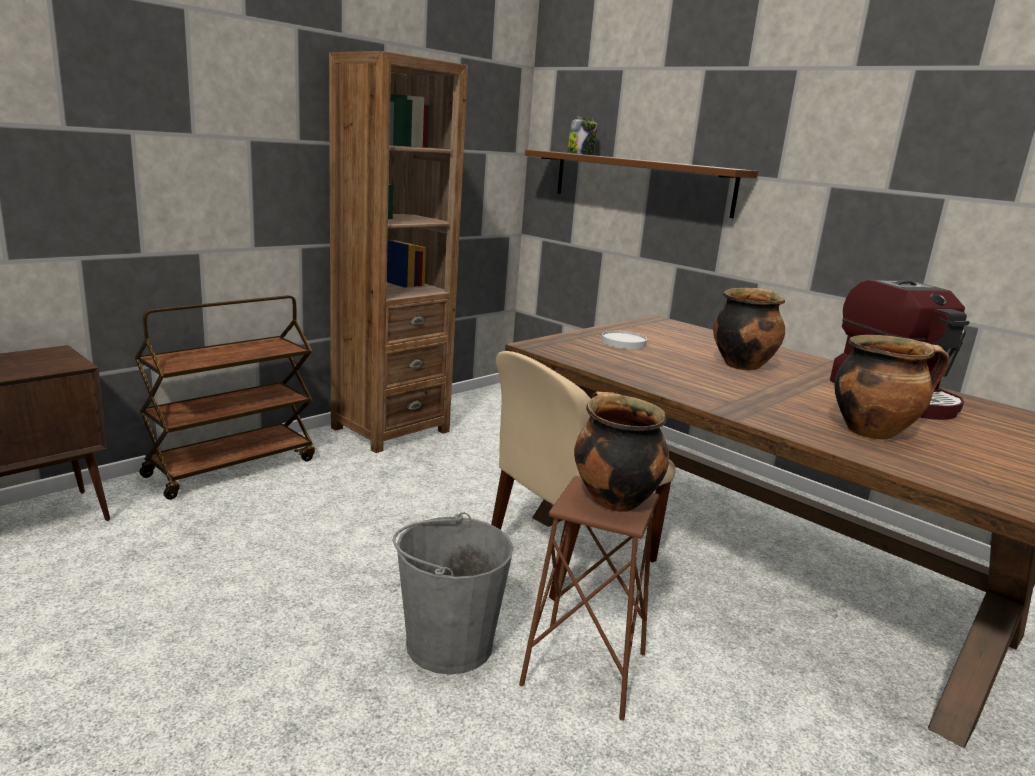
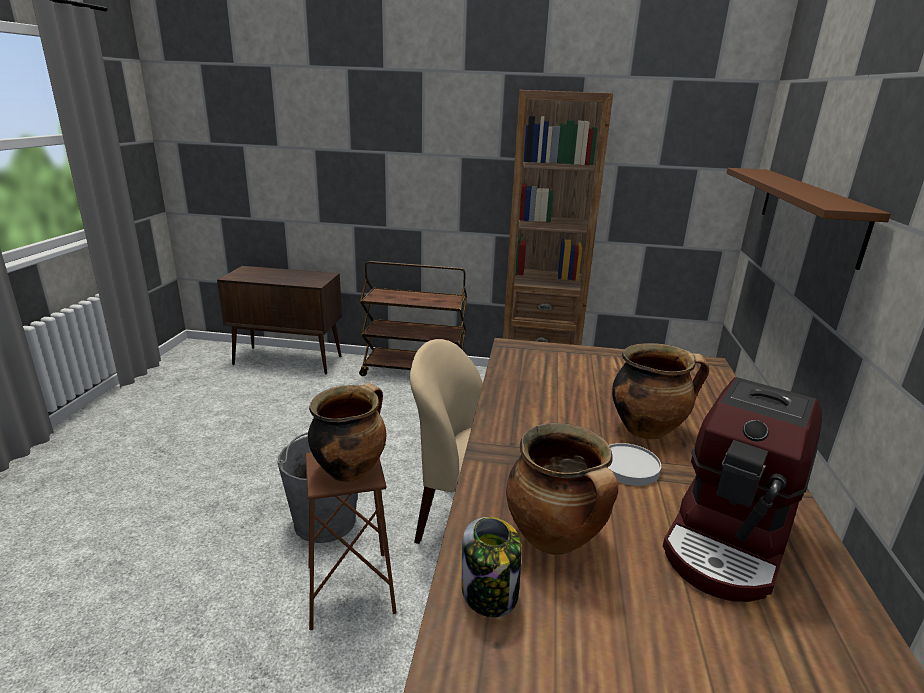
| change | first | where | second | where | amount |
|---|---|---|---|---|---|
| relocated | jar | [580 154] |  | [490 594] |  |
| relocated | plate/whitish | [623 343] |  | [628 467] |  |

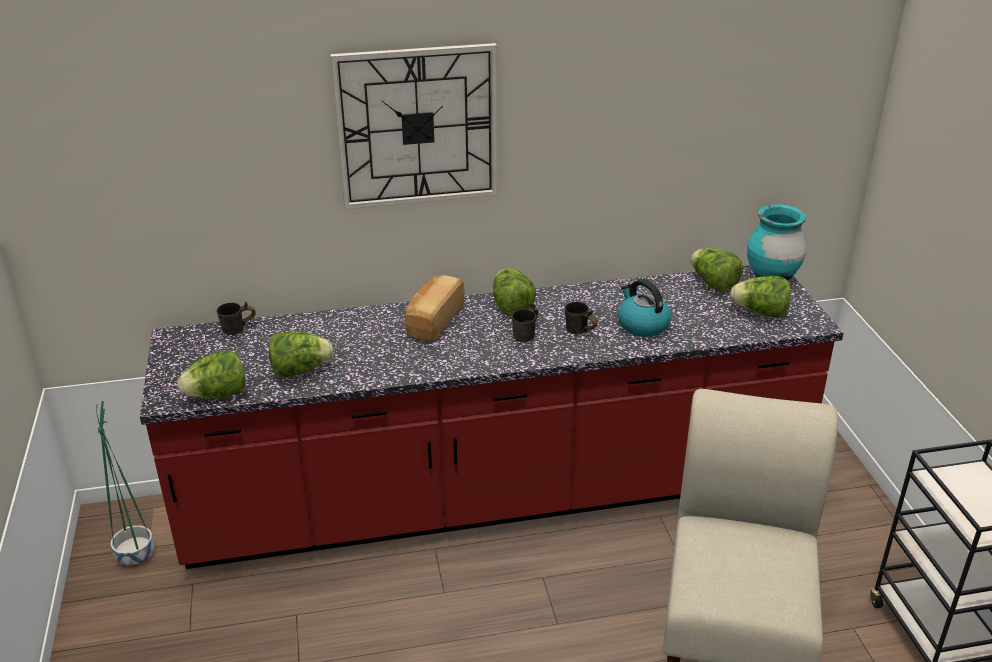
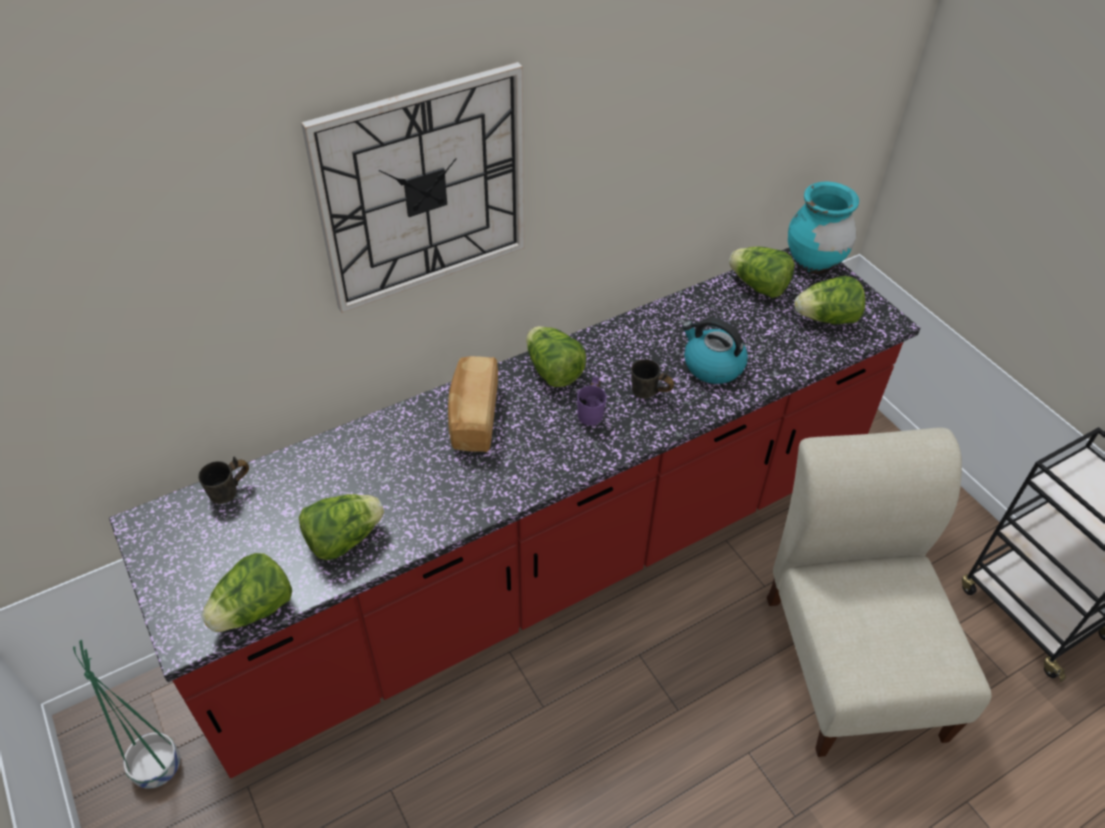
| change | first | where | second | where | amount |
|---|---|---|---|---|---|
| colour | mug/grey | [528 336] | mug/purplish | [594 413] |  |

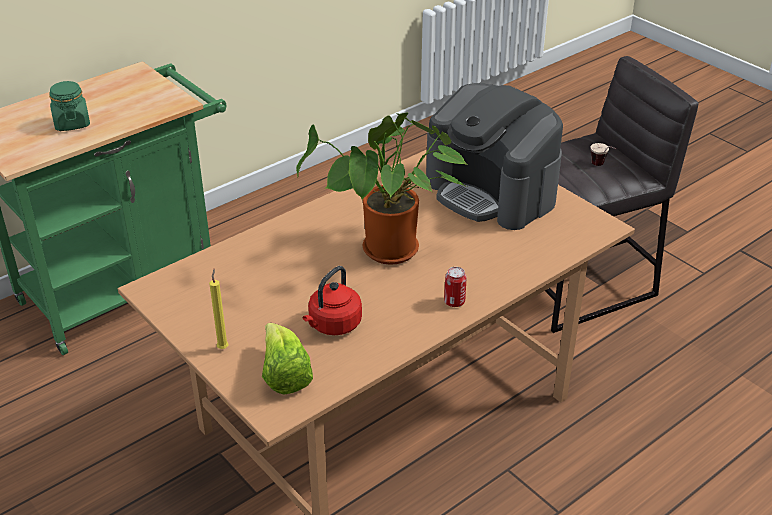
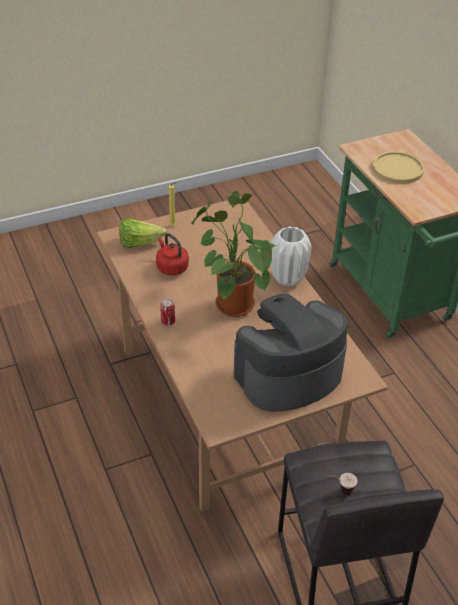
| change | first | where | second | where | amount |
|---|---|---|---|---|---|
| appeared |  |  | decorative vase/whitish | [287 279] |  |
| exchanged | jar/greenish | [72 123] | plate/yellow | [397 169] |  |

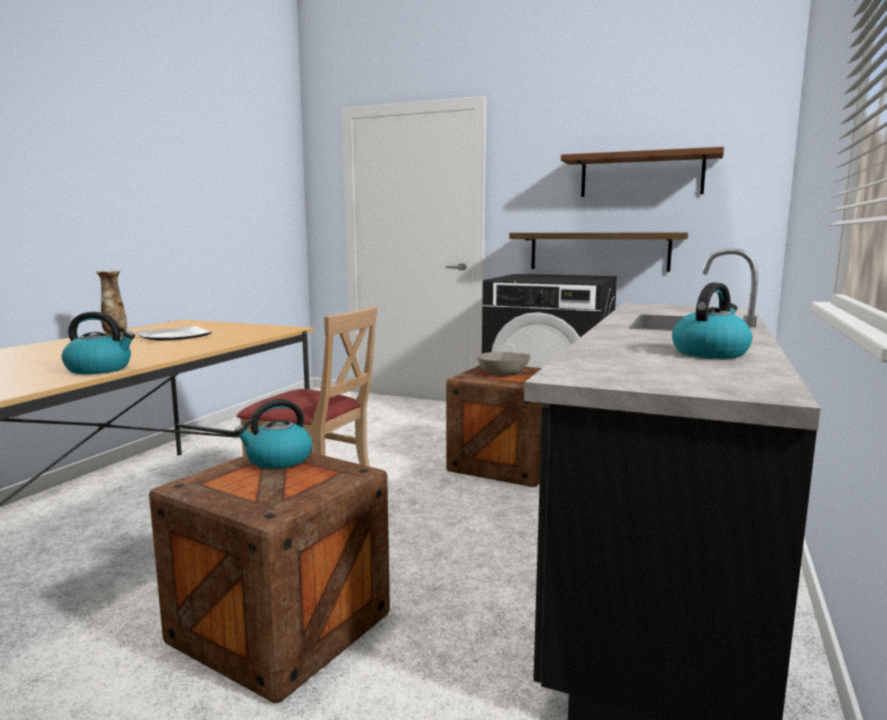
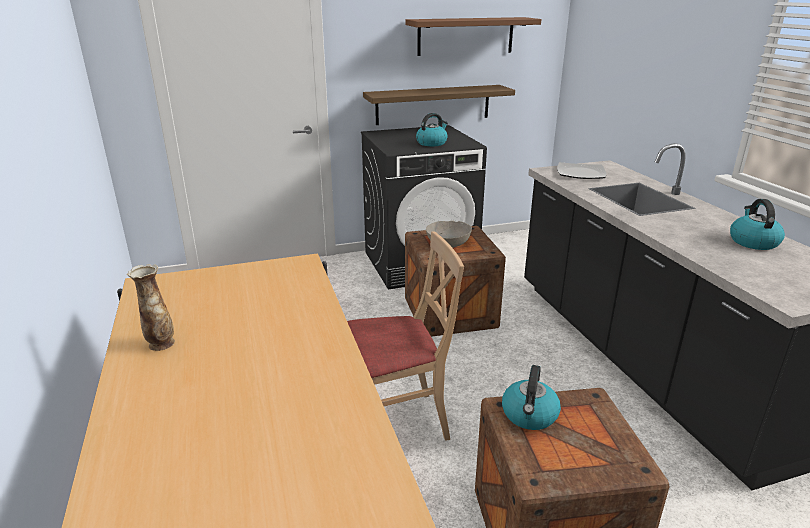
| change | first | where | second | where | amount |
|---|---|---|---|---|---|
| relocated | water kettle | [100 369] |  | [432 143] |  |
| relocated | plate | [175 336] |  | [580 173] |  |

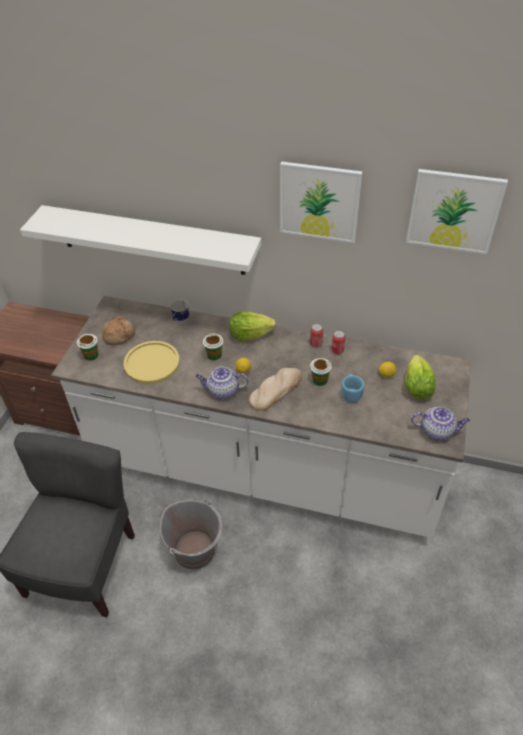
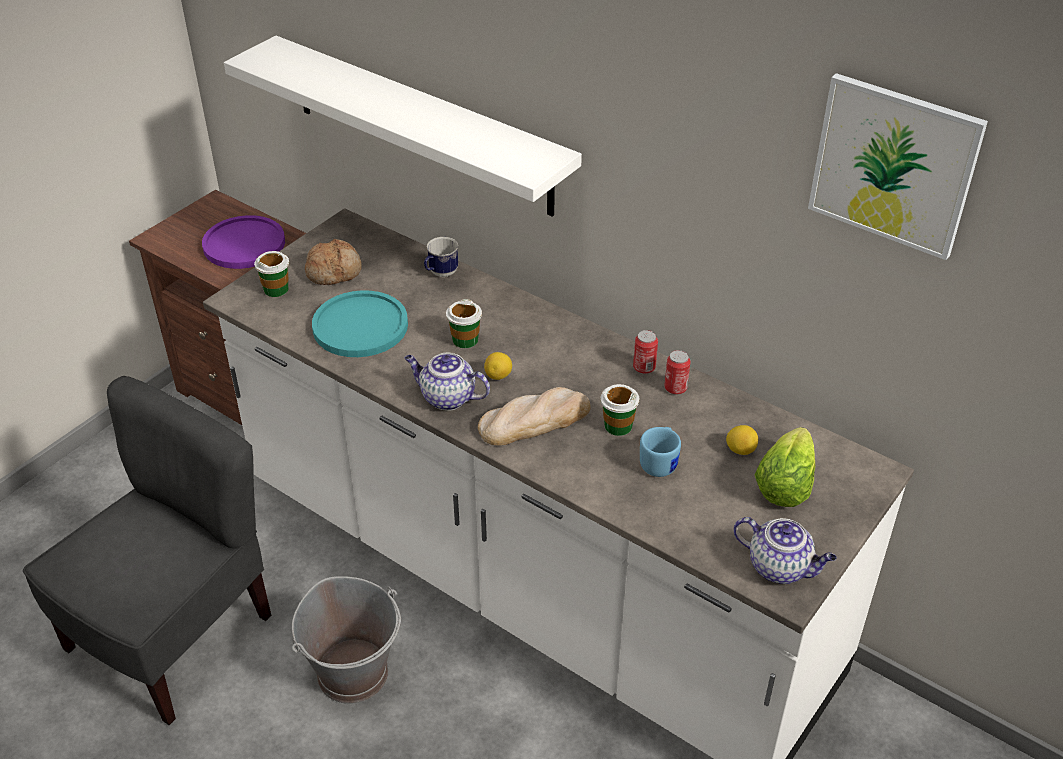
| change | first | where | second | where | amount |
|---|---|---|---|---|---|
| missing | lettuce | [250 335] |  |  |  |
| missing | wall art | [319 202] |  |  |  |
| appeared |  |  | plate/purplish | [244 244] |  |
| colour | plate/yellow | [152 363] | plate/turquoise-coloured | [360 326] |  |

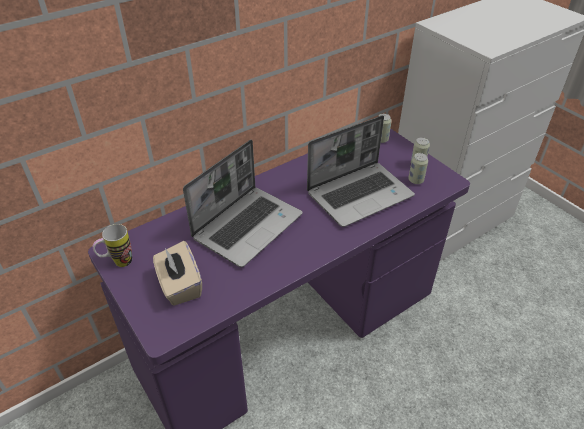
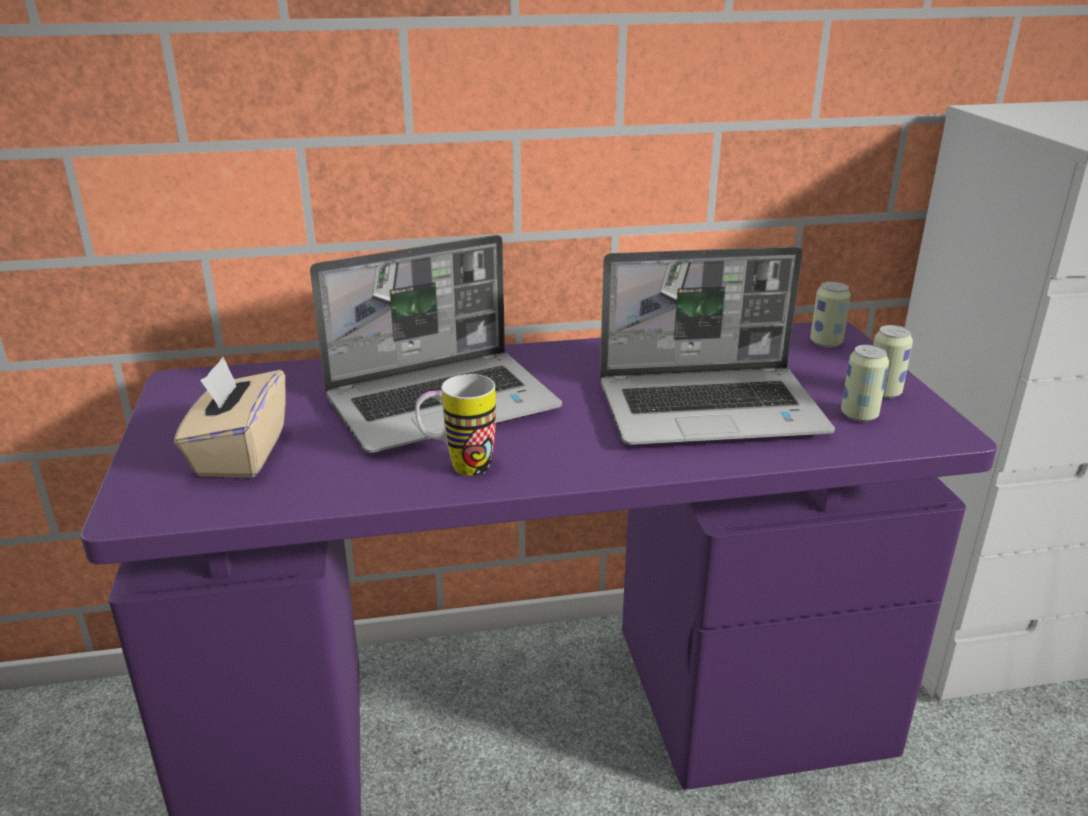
| change | first | where | second | where | amount |
|---|---|---|---|---|---|
| relocated | mug | [117 263] |  | [458 467] |  |

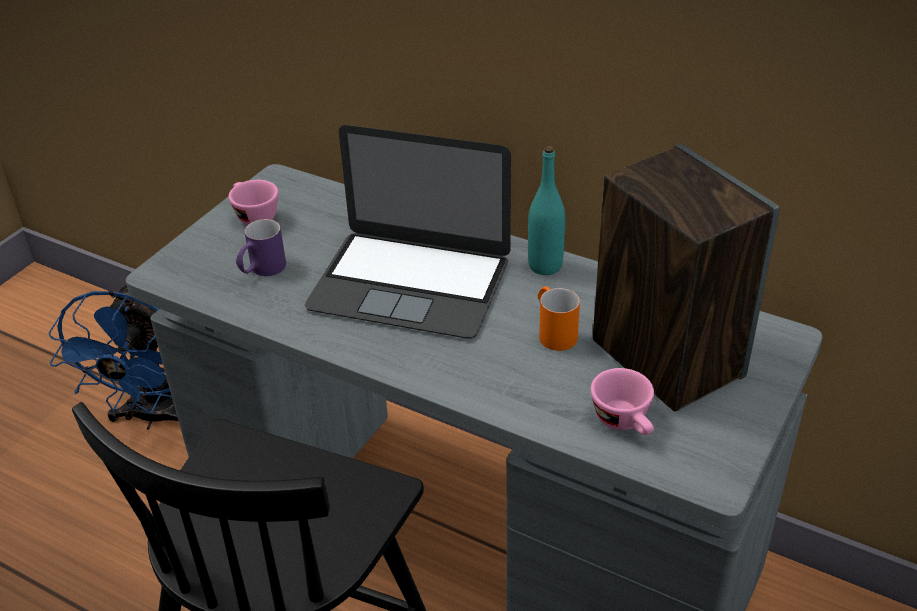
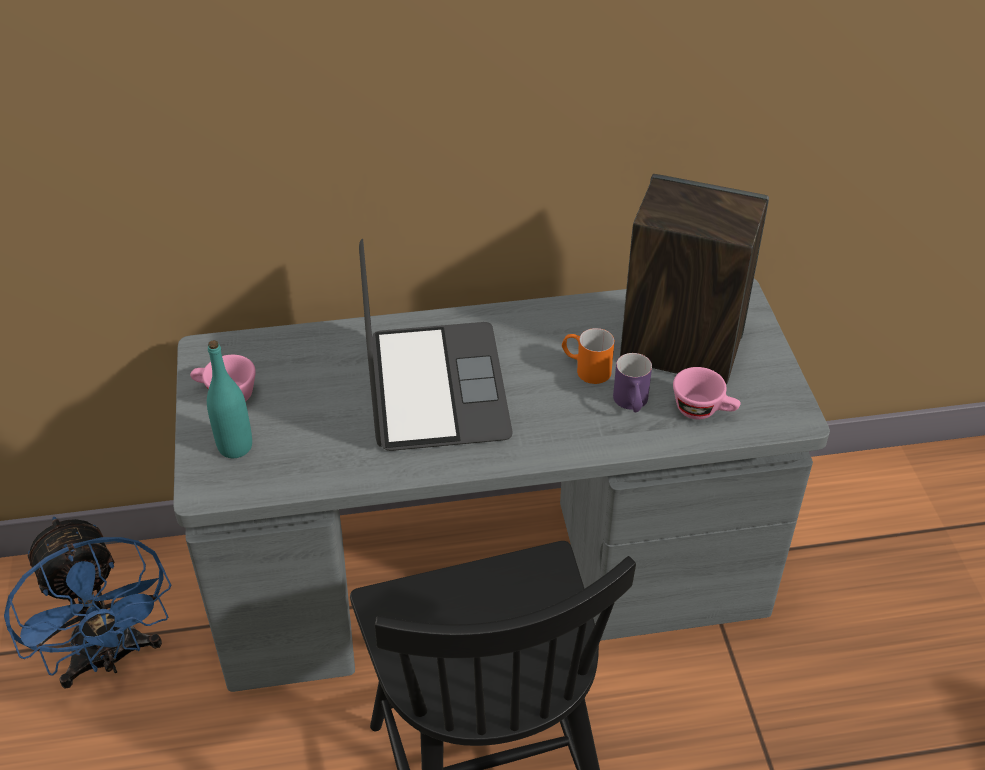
| change | first | where | second | where | amount |
|---|---|---|---|---|---|
| relocated | mug/purplish | [262 270] |  | [631 404] |  |
| relocated | bottle/turquoise-coloured | [545 266] |  | [235 447] |  |
| spun | portable computer | [410 283] |  | [435 386] | 75 degrees counterclockwise |

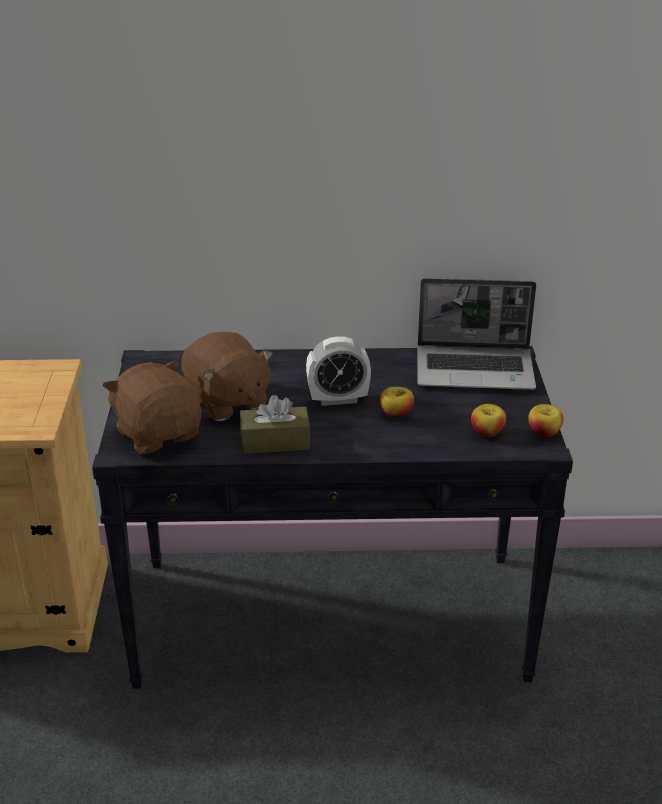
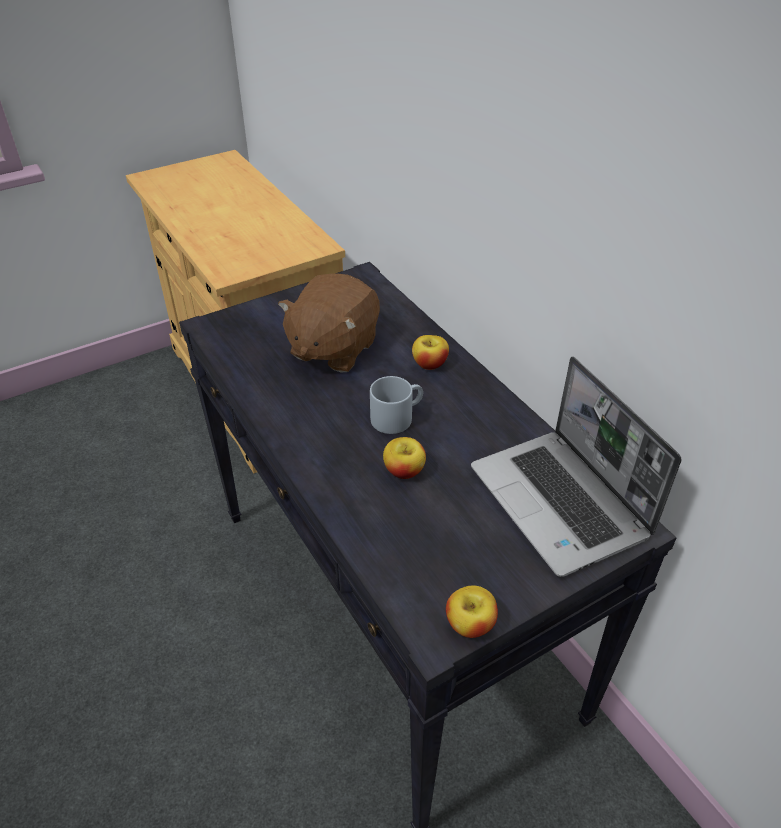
| change | first | where | second | where | amount |
|---|---|---|---|---|---|
| missing | soft toy/brownish | [158 434] |  |  |  |
| missing | tissue box/brownish | [275 442] |  |  |  |
| relocated | whole apple | [487 432] |  | [429 364] |  |
| exchanged | bedside clock | [338 399] | mug/grey | [397 416] |  |

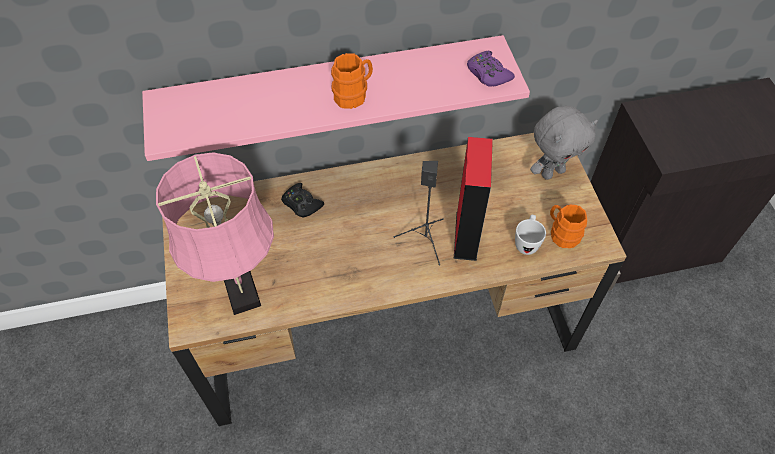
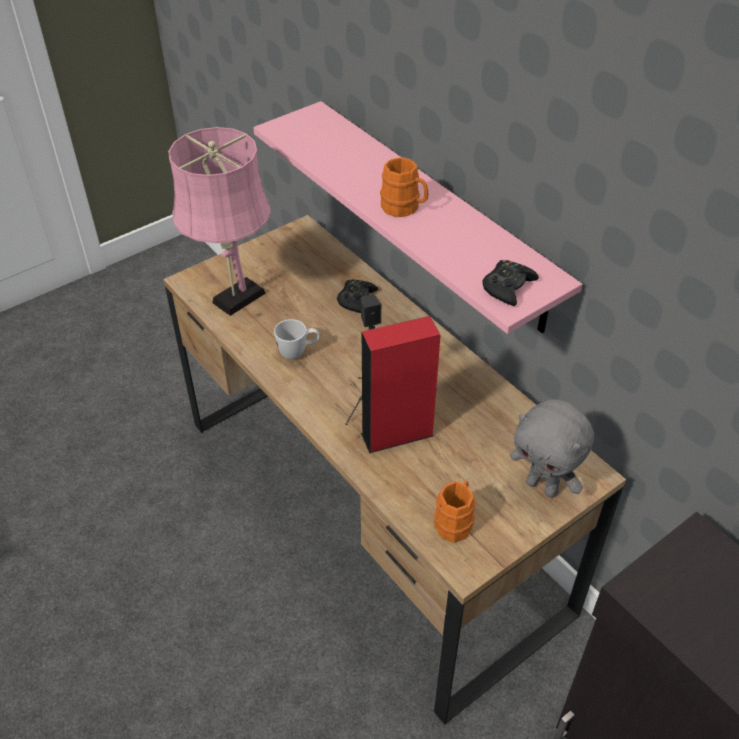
| change | first | where | second | where | amount |
|---|---|---|---|---|---|
| relocated | mug/whitish | [526 242] |  | [298 352] |  |
| colour | joypad/purplish | [488 74] | joypad/black-coloured | [508 287] |  |

